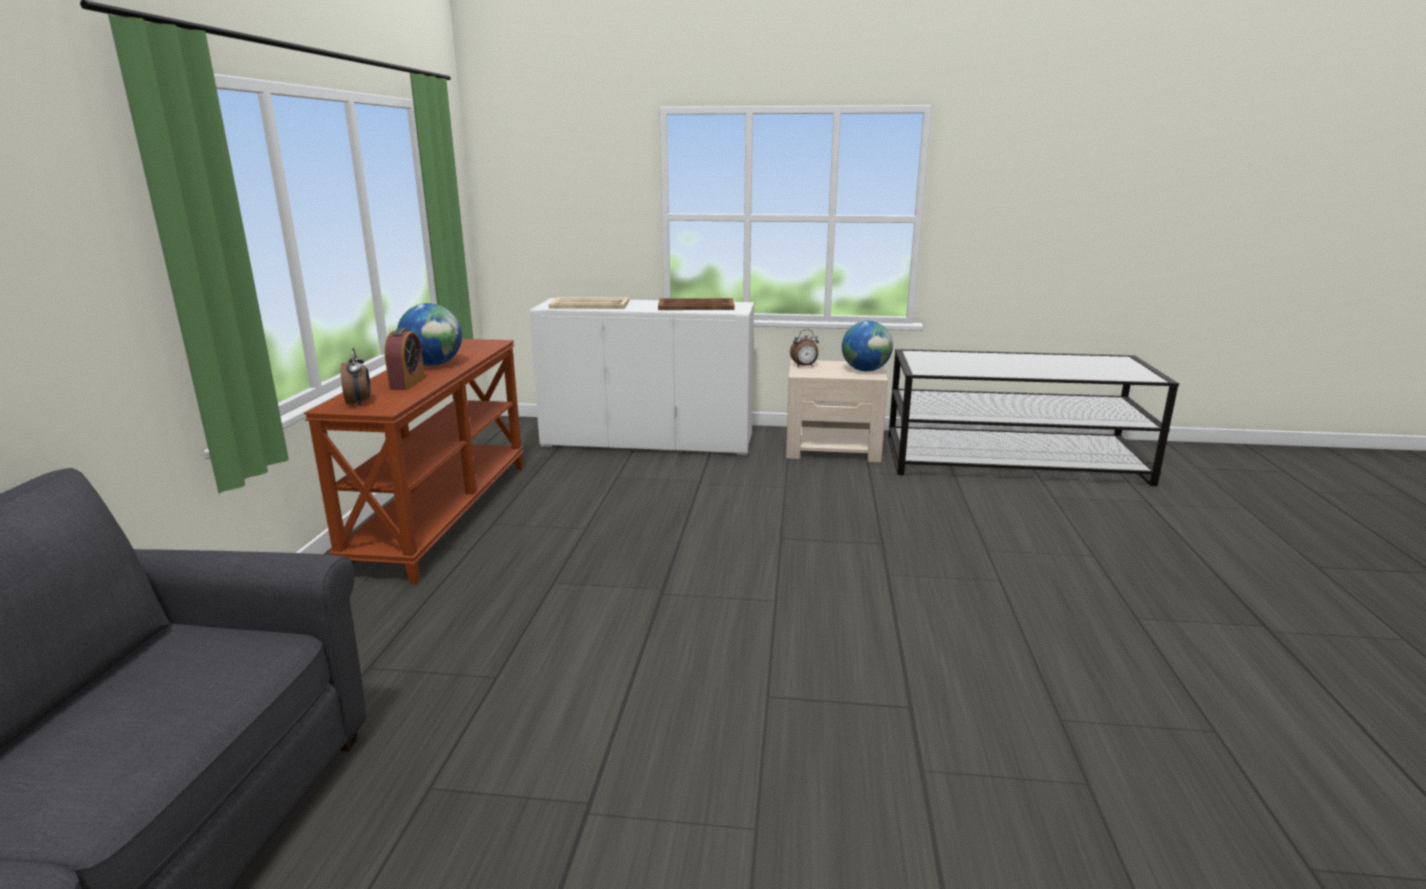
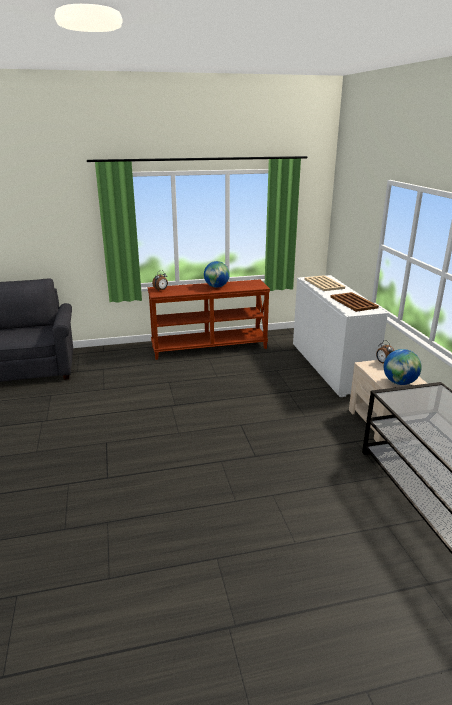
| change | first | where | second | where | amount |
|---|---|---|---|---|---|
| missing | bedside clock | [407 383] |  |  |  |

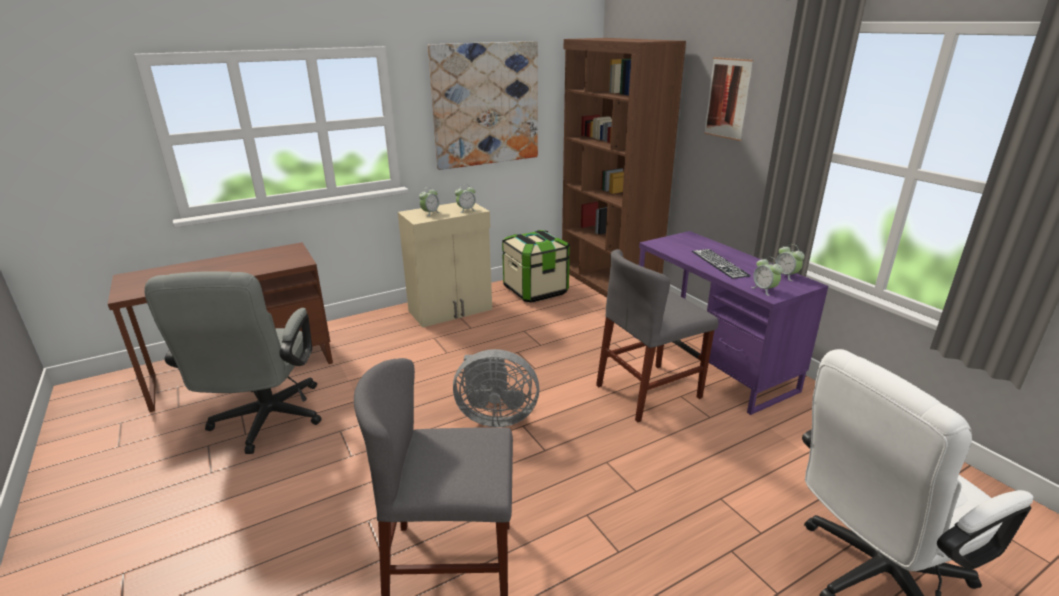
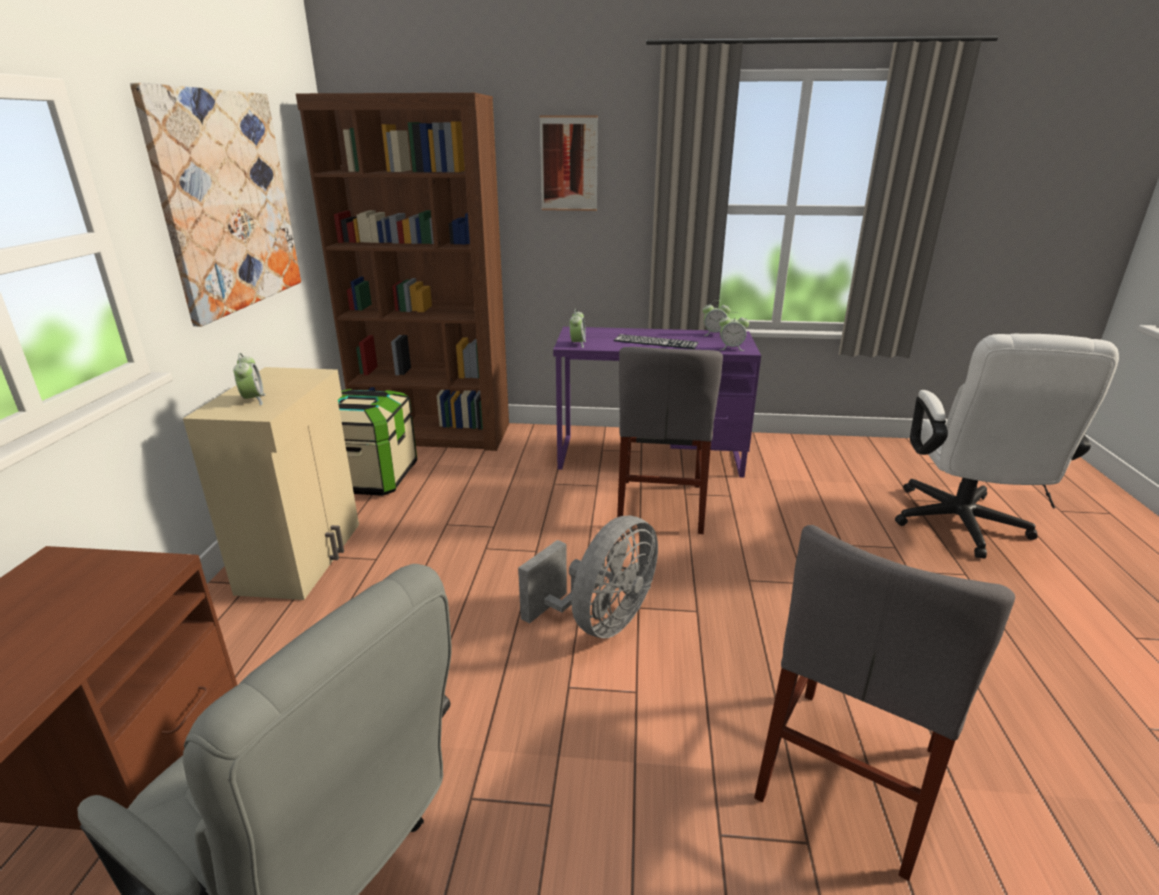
| change | first | where | second | where | amount |
|---|---|---|---|---|---|
| relocated | bedside clock | [466 210] |  | [577 344] |  |

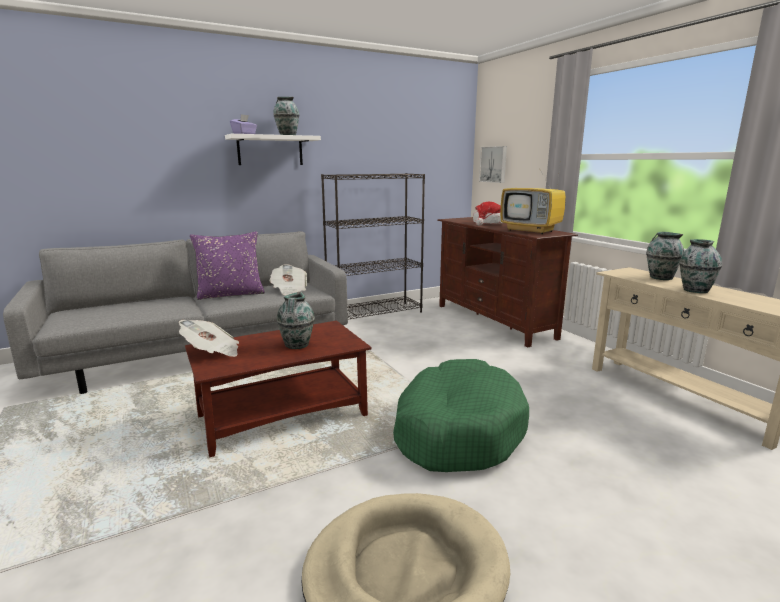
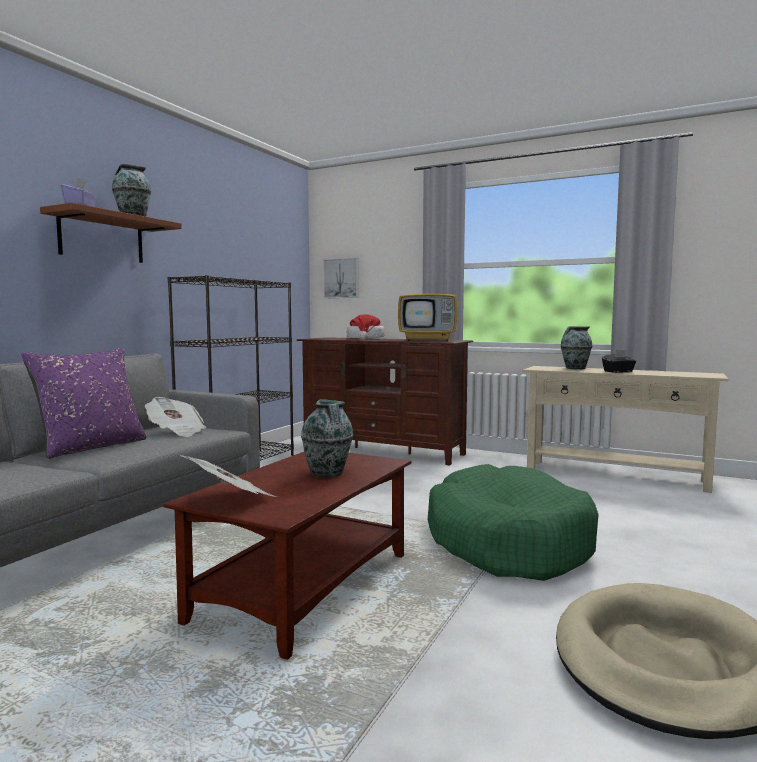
| change | first | where | second | where | amount |
|---|---|---|---|---|---|
| exchanged | decorative vase | [695 290] | tissue box/black-coloured | [618 372] |  |
| colour | bracket shelf/whitish | [270 150] | bracket shelf/brownish | [102 238] |  |

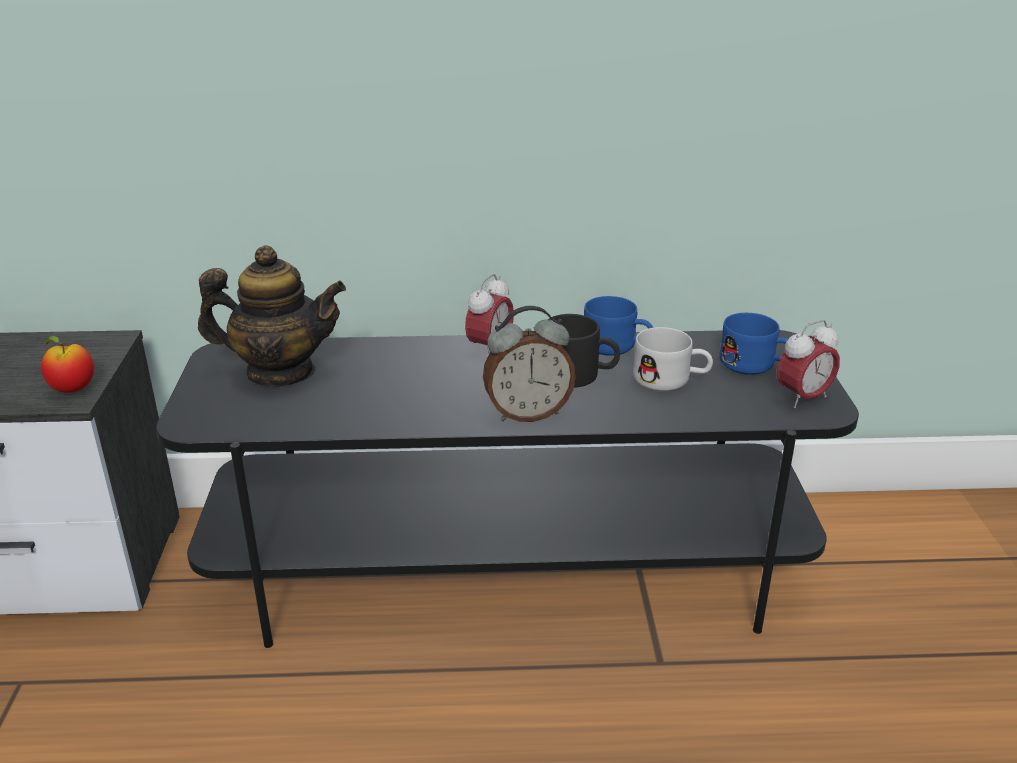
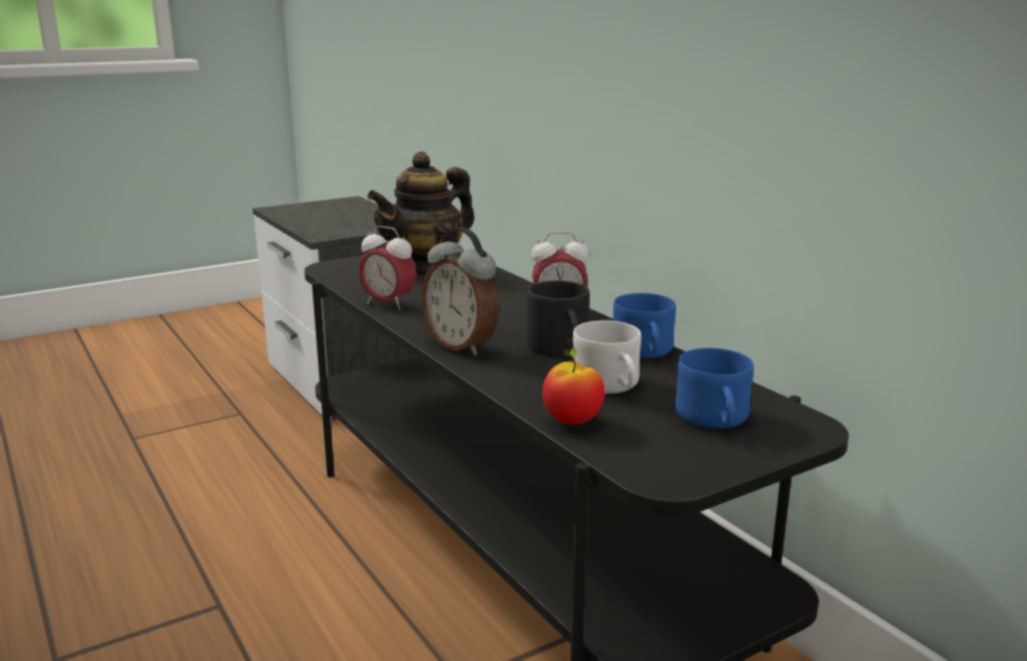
| change | first | where | second | where | amount |
|---|---|---|---|---|---|
| relocated | whole apple | [73 389] |  | [572 421] |  |
| relocated | bedside clock | [803 398] |  | [388 304] |  |
| spun | teapot | [280 372] |  | [426 268] | 75 degrees clockwise |

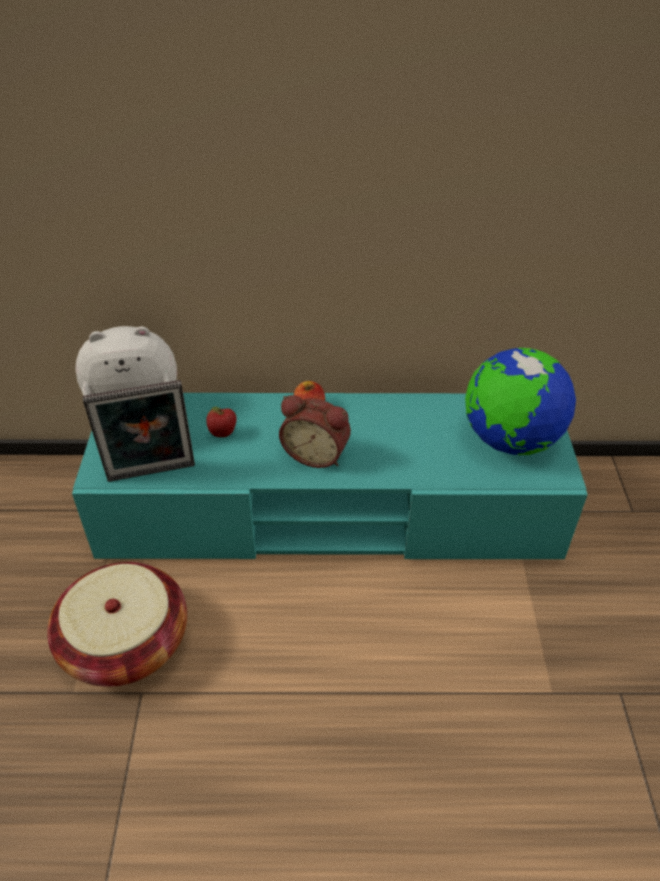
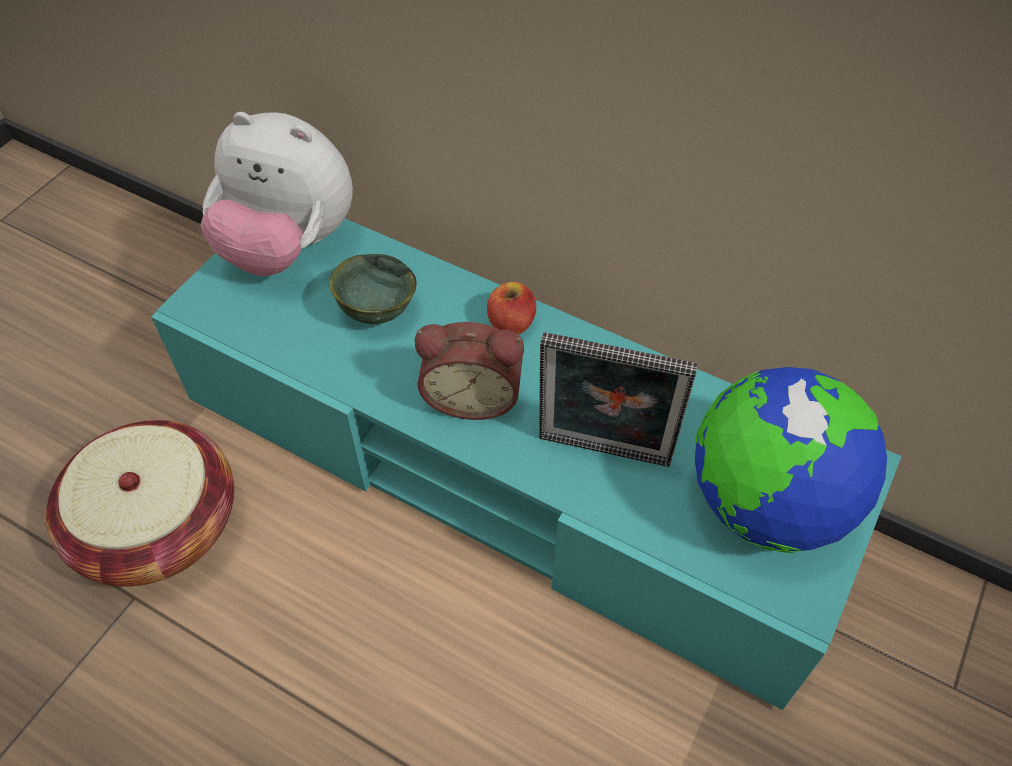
| change | first | where | second | where | amount |
|---|---|---|---|---|---|
| relocated | photo frame | [152 475] |  | [603 455] |  |
| exchanged | whole apple | [222 434] | serving bowl/greenish | [375 312] |  |
| spun | bedside clock | [316 453] |  | [472 395] | 45 degrees counterclockwise |

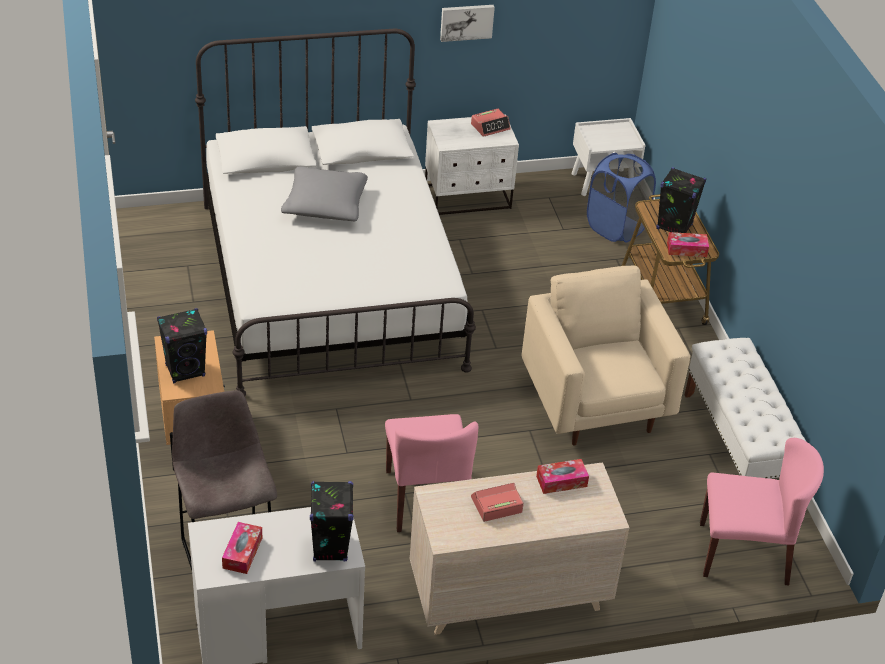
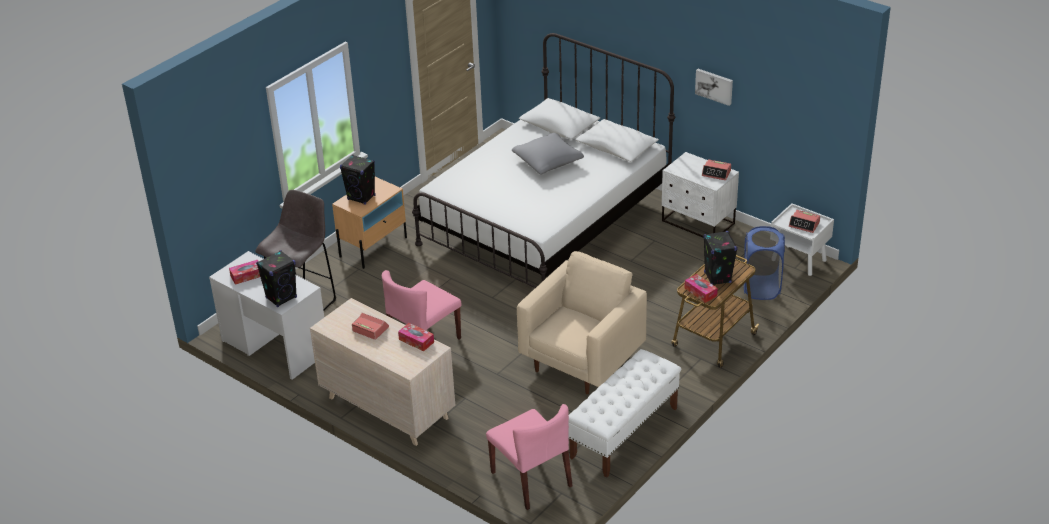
| change | first | where | second | where | amount |
|---|---|---|---|---|---|
| appeared |  |  | bedside clock | [804 224] |  |

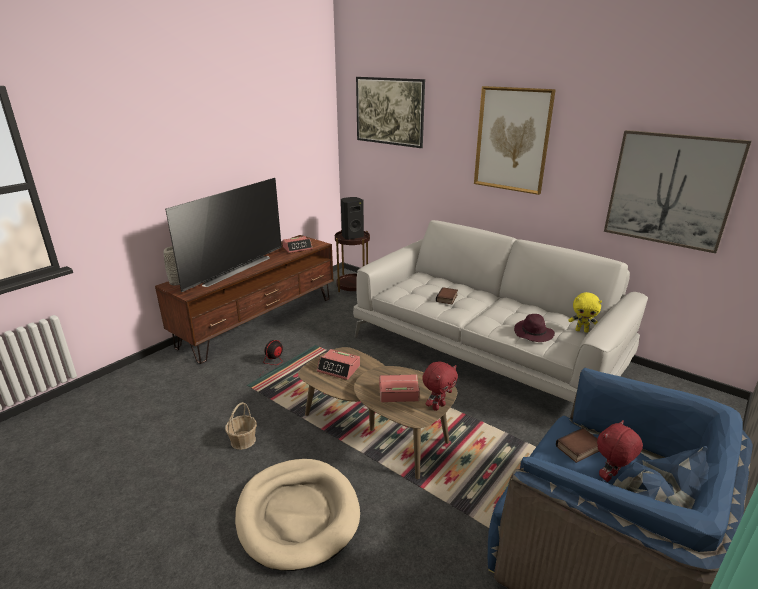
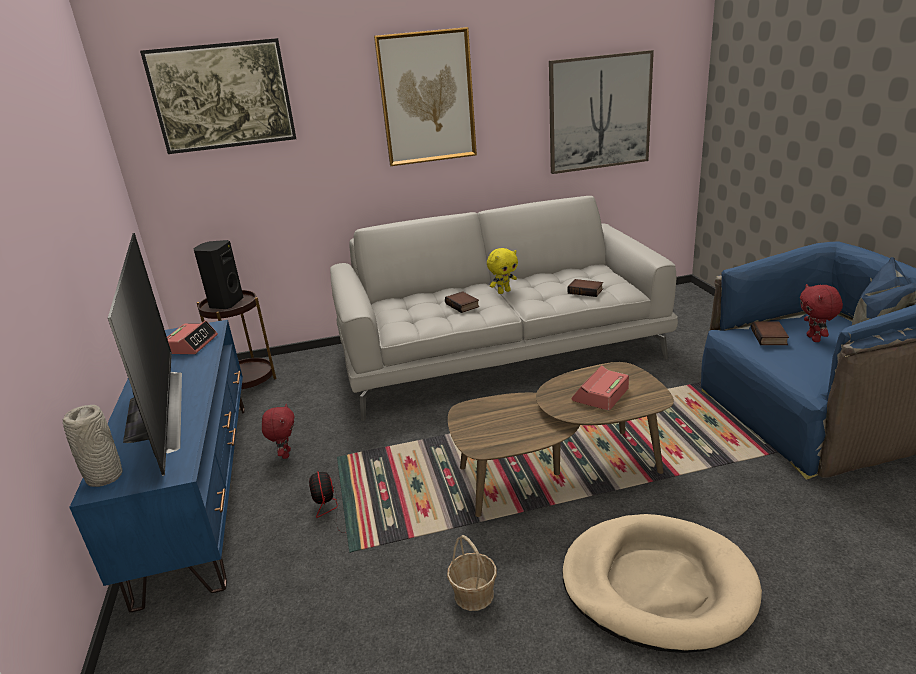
| change | first | where | second | where | amount |
|---|---|---|---|---|---|
| missing | bedside clock | [339 369] |  |  |  |
| relocated | soft toy/red | [438 406] |  | [285 454] |  |
| relocated | soft toy/yellow | [582 330] |  | [503 291] |  |
| exchanged | wearable hat/purplish | [533 333] | book | [586 291] |  |
| colour | tv stand/brownish | [259 321] | tv stand/bluish | [199 488] |  |

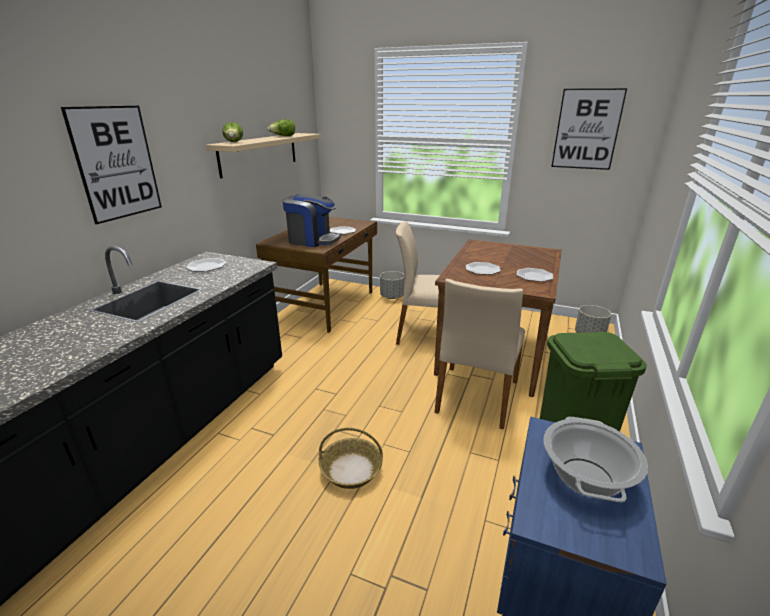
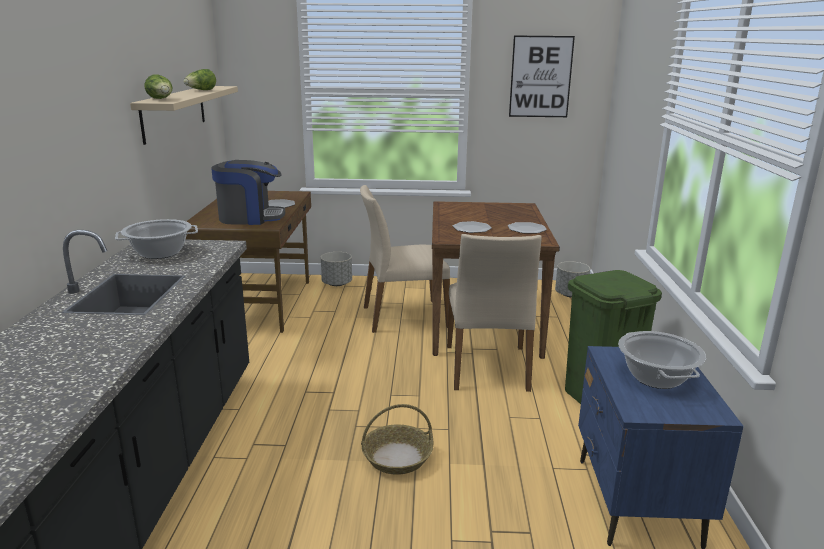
| change | first | where | second | where | amount |
|---|---|---|---|---|---|
| missing | wall art | [116 163] |  |  |  |
| exchanged | plate | [207 266] | cooking pot | [160 253] |  |

